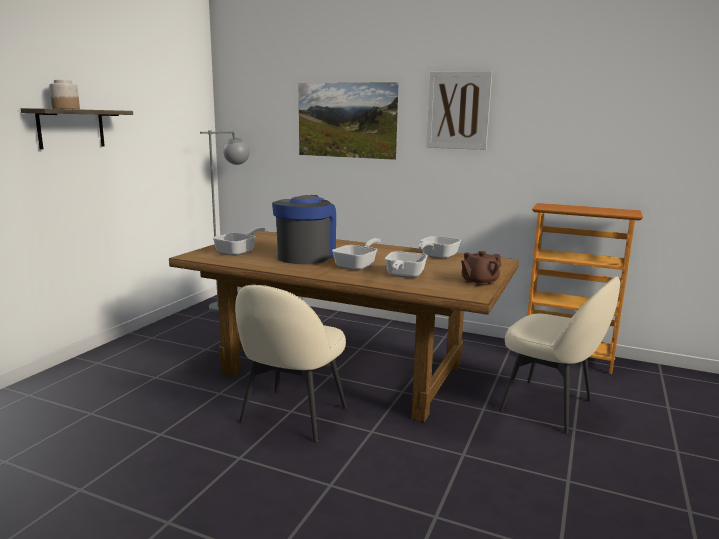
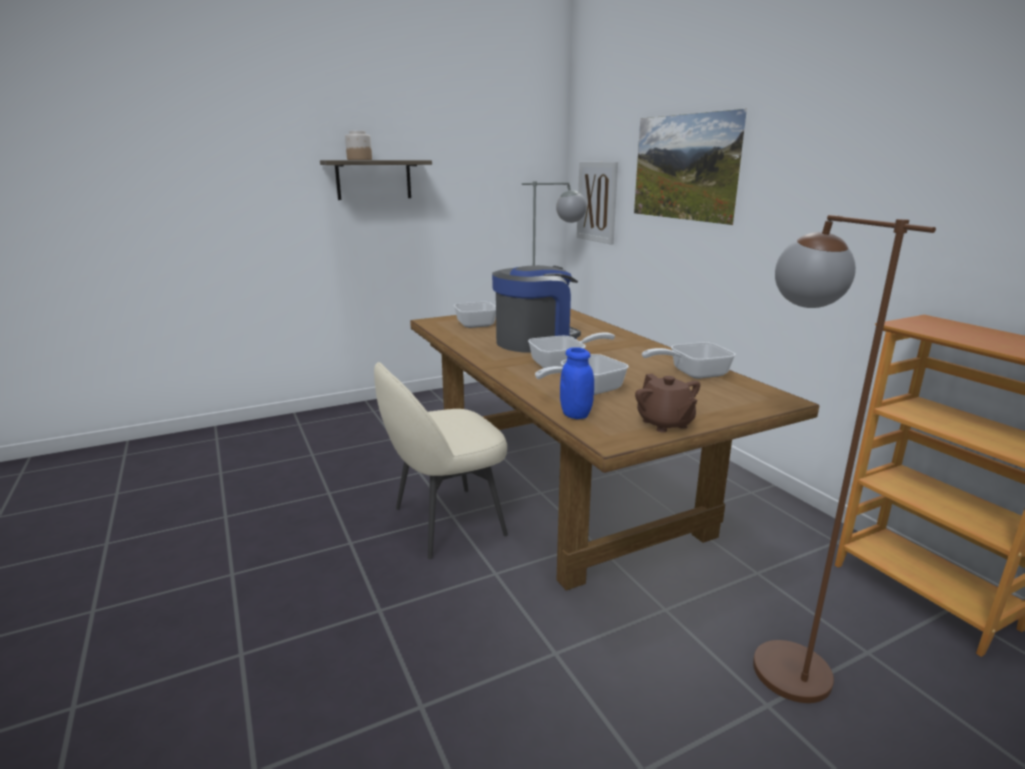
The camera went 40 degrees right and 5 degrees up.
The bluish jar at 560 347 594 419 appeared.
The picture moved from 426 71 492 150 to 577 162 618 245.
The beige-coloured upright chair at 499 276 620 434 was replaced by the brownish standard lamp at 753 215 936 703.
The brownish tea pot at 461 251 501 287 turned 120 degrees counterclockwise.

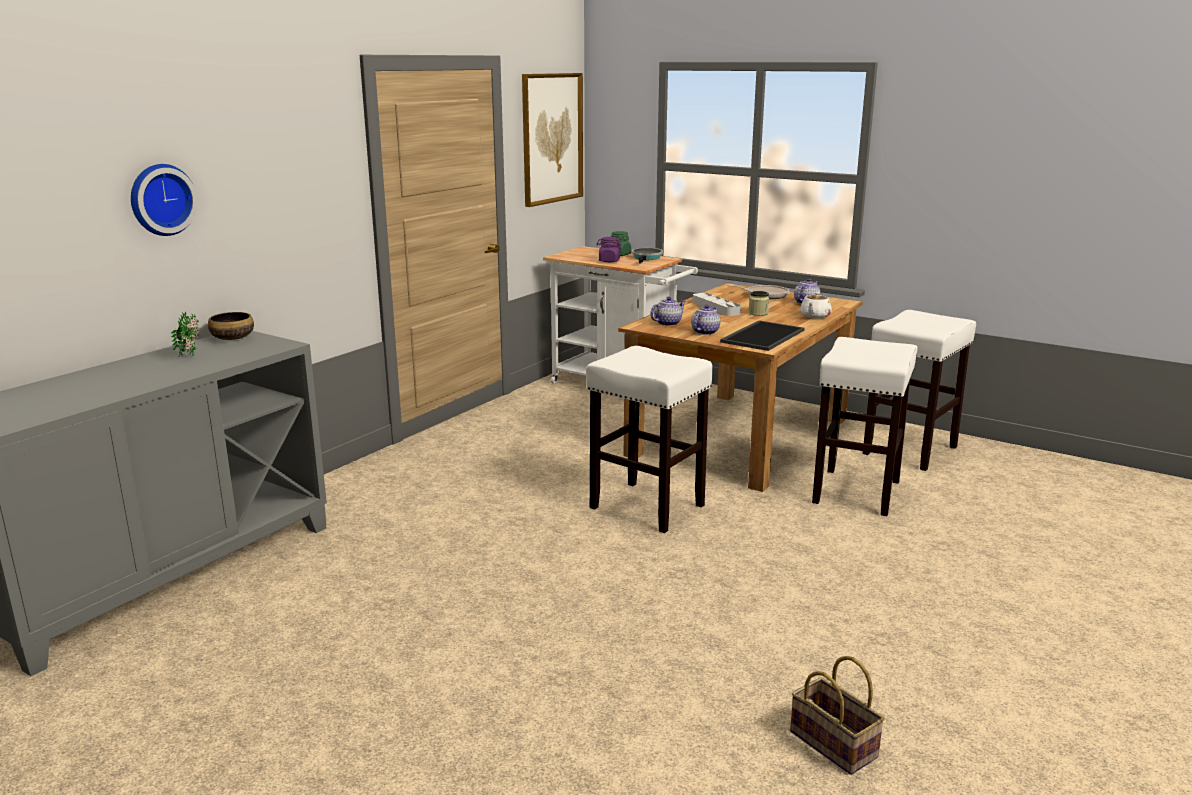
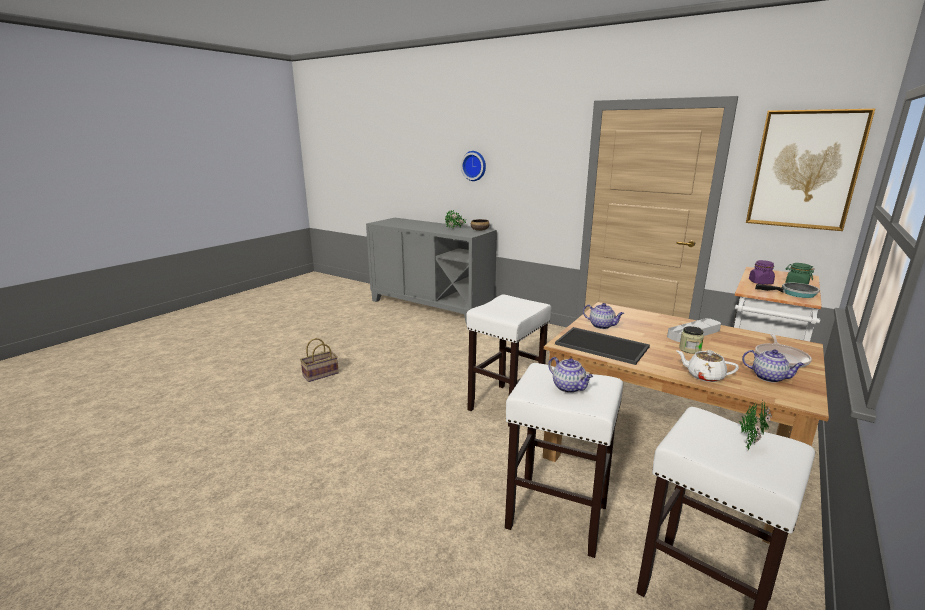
The camera went 90 degrees right and 0 degrees up.
The plant in a pot at 739 400 772 450 appeared.
The tea pot moved from 650 297 686 326 to 548 357 593 393.
The storage basket moved from 790 656 885 775 to 300 338 339 382.

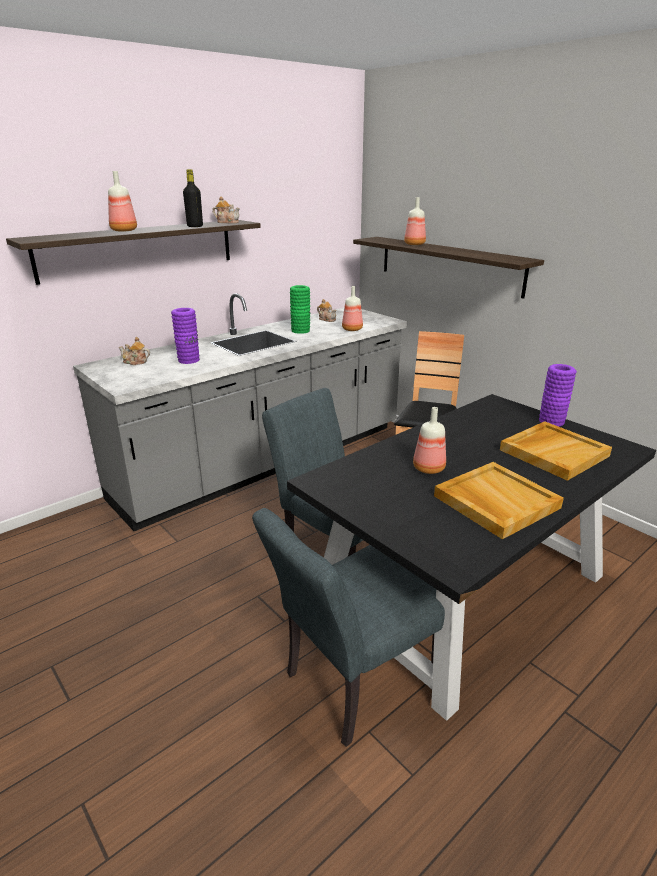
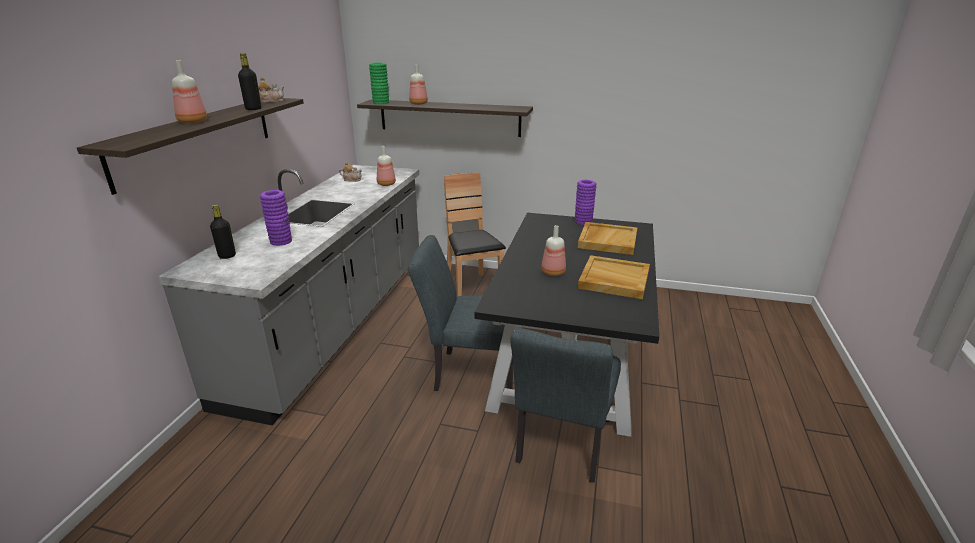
The camera went 35 degrees left and 0 degrees up.
The greenish decorative vase moved from 290 285 310 334 to 369 63 389 104.
The tea pot at 119 337 150 365 was replaced by the blackish drink bottle at 210 204 236 259.

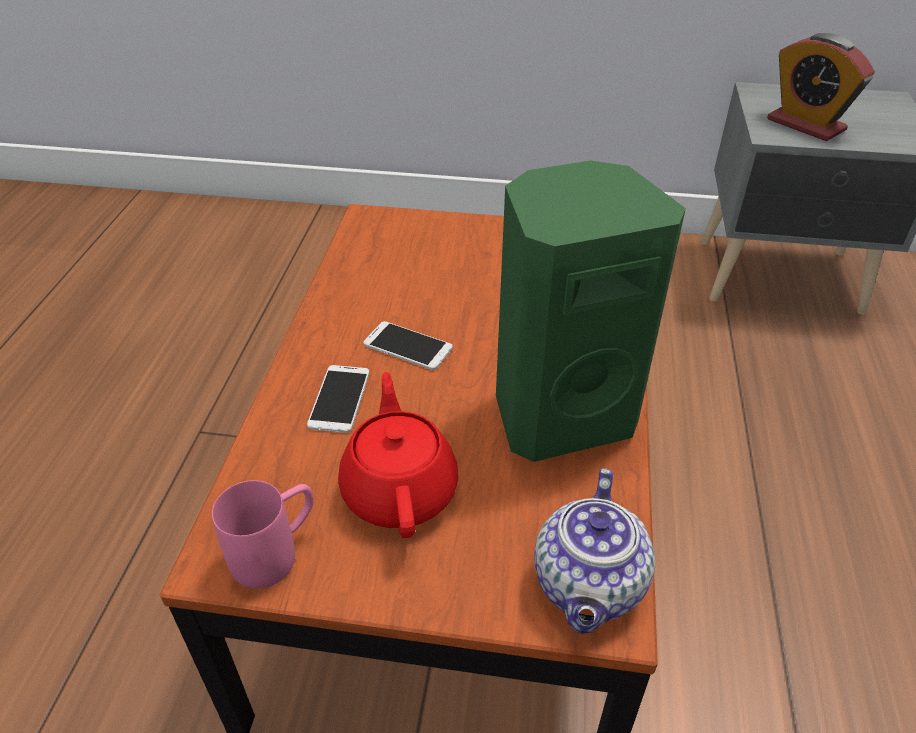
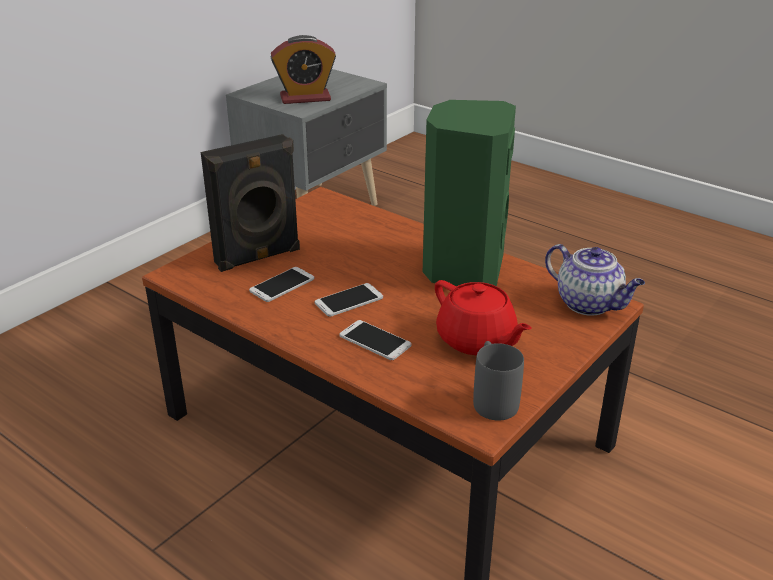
The camera went 60 degrees left and 10 degrees down.
The blackish audio speaker at 201 134 300 272 appeared.
The phone at 249 267 315 302 appeared.
The pink-coloured coffee mug at 212 480 314 589 became the gray coffee mug at 473 341 524 421.
The red-coloured tea pot at 338 372 458 538 turned 150 degrees counterclockwise.

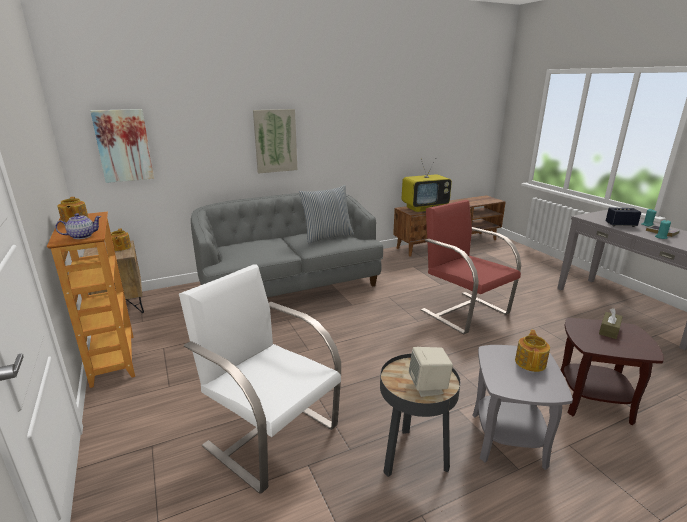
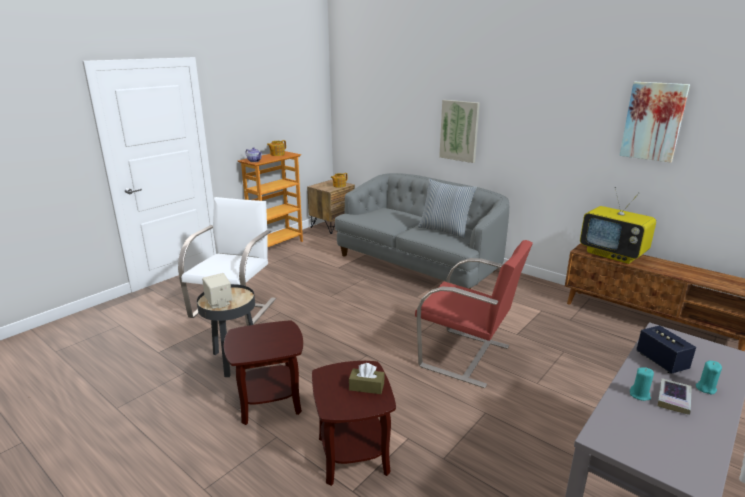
The camera went 65 degrees right and 0 degrees up.
The tea pot at 515 330 550 372 disappeared.
The picture moved from 90 109 154 183 to 619 82 690 163.
The gray end table at 472 345 573 470 became the brownish end table at 224 320 303 425.
The red-coloured easy chair at 421 200 521 334 turned 90 degrees clockwise.

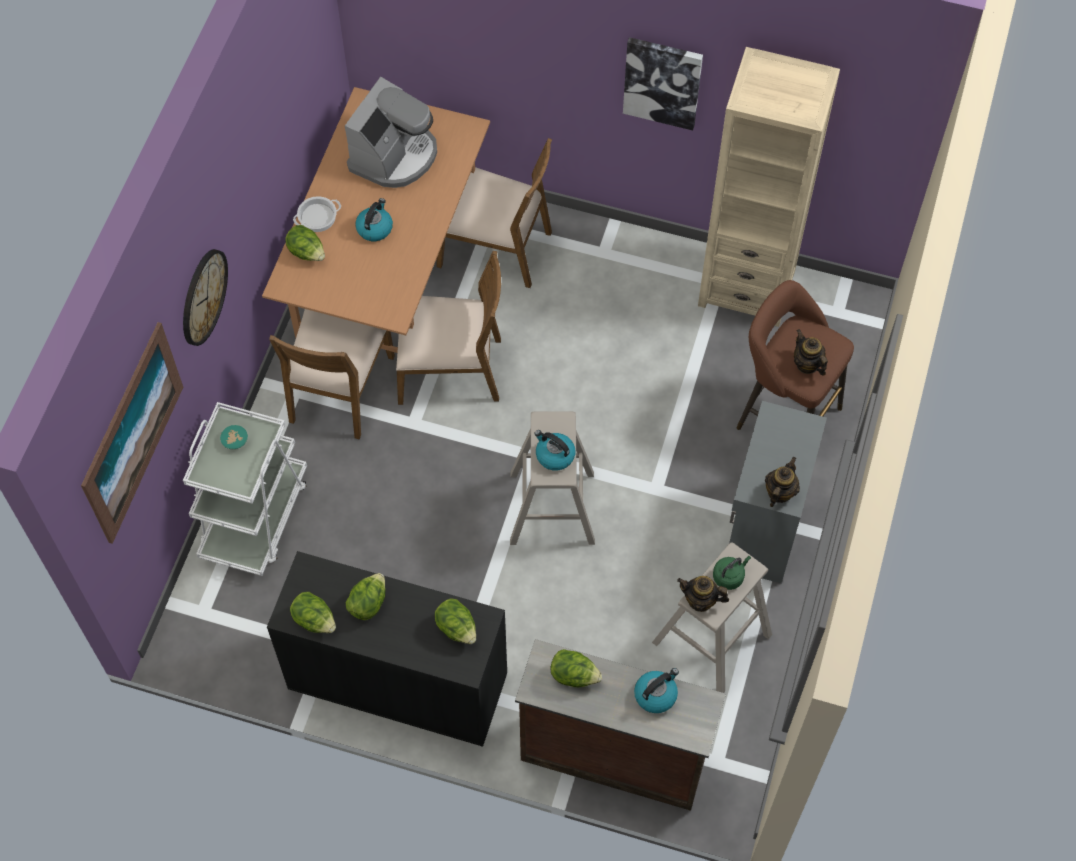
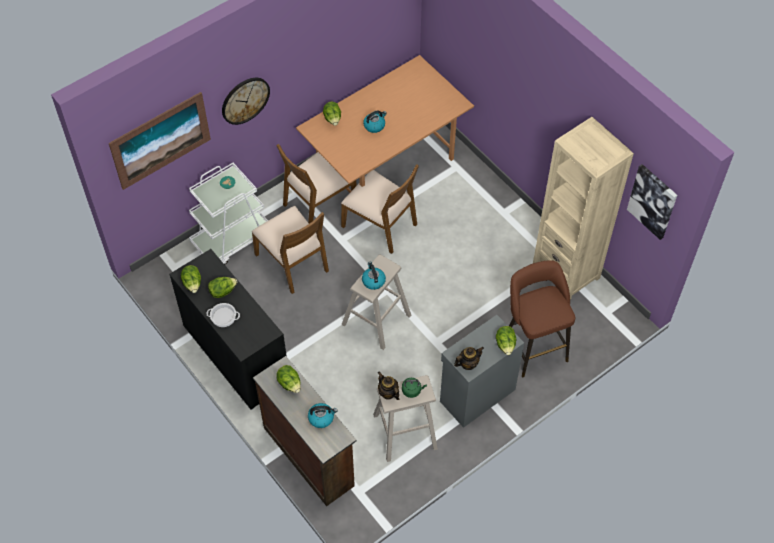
The camera went 35 degrees right and 5 degrees down.
The coffee machine at 345 77 437 188 disappeared.
The tea pot at 794 329 828 376 disappeared.
The saucepot moved from 293 196 341 232 to 207 303 240 327.
The lettuce head moved from 435 599 476 644 to 496 326 517 355.
The brownish upright chair moved from 436 138 552 288 to 252 206 329 294.
The picture moved from 623 37 703 130 to 627 164 677 240.

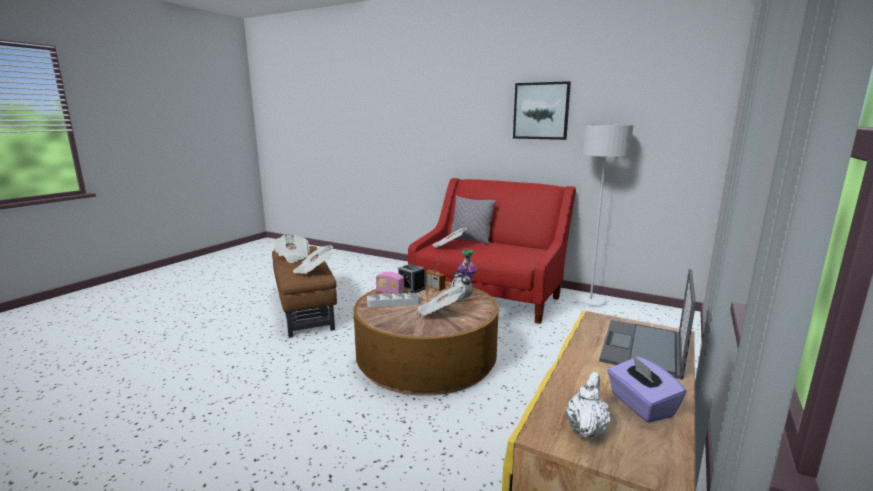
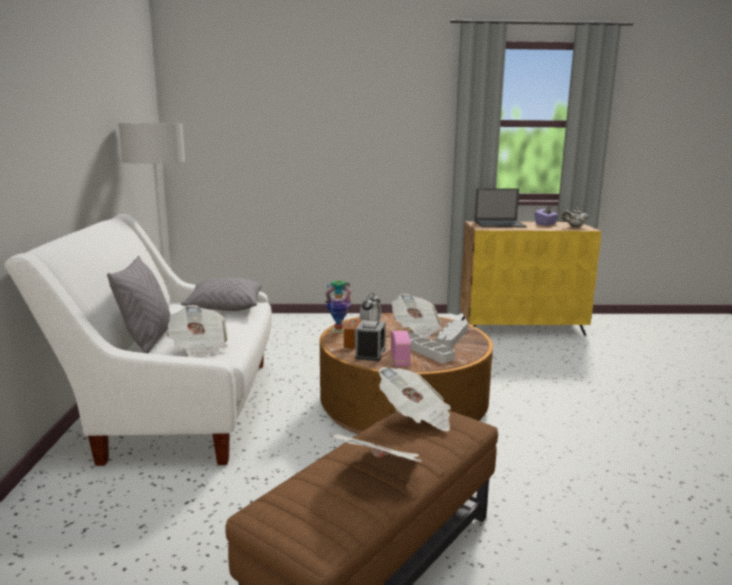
The camera went 120 degrees left and 0 degrees up.
The picture at 513 81 571 140 disappeared.
The gray throw pillow at 181 278 262 311 appeared.
The gray serving tray at 435 320 468 348 appeared.
The red-coloured settee at 408 178 576 324 became the white settee at 4 214 272 466.

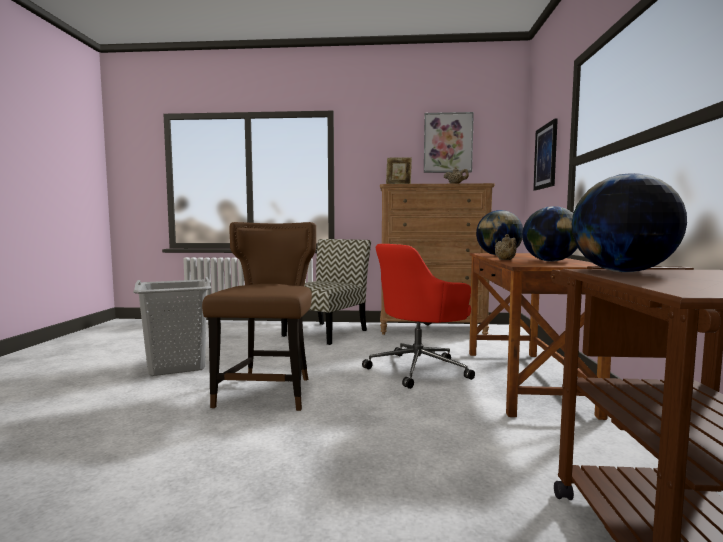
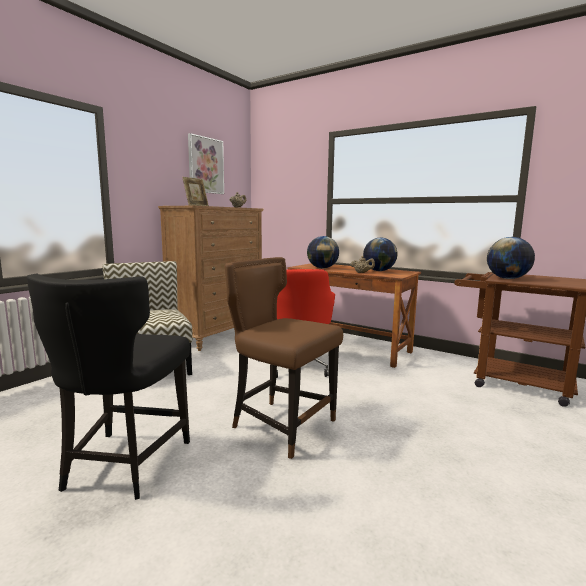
The camera went 60 degrees left and 5 degrees up.
The picture at 533 119 558 190 disappeared.
The gray hamper at 133 277 211 376 was replaced by the blackish upright chair at 27 273 190 500.

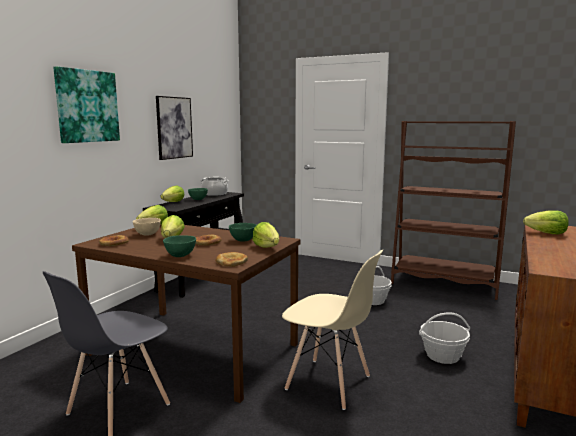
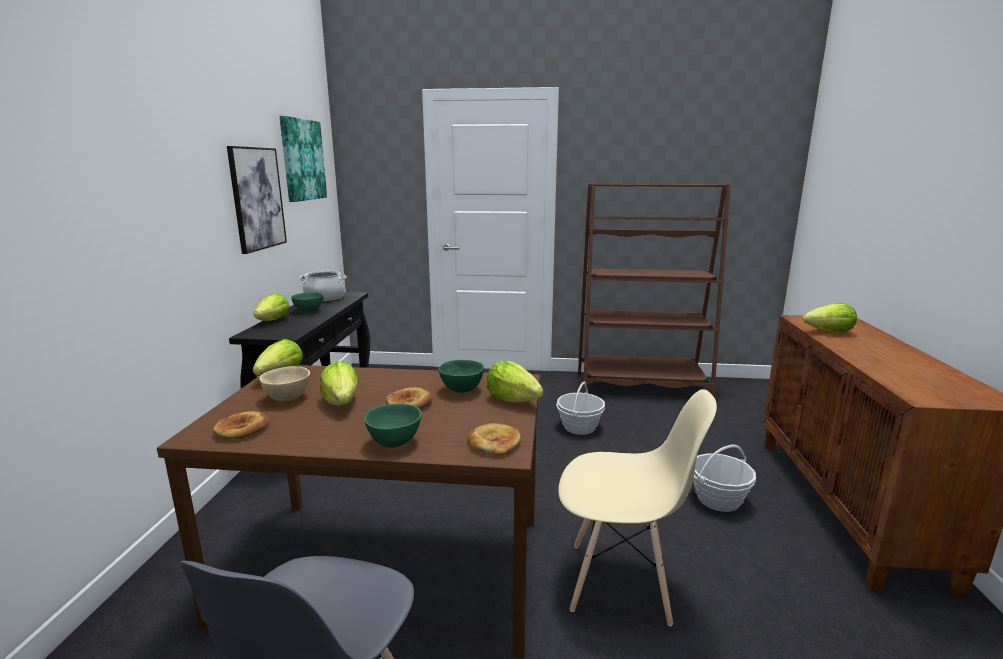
The camera went 20 degrees left and 5 degrees up.
The picture moved from 53 66 120 143 to 280 116 327 202.

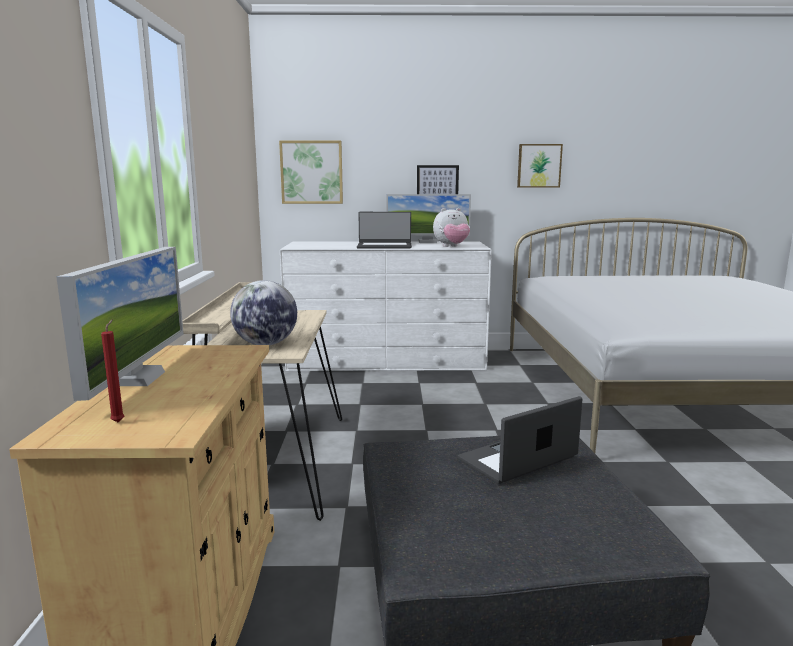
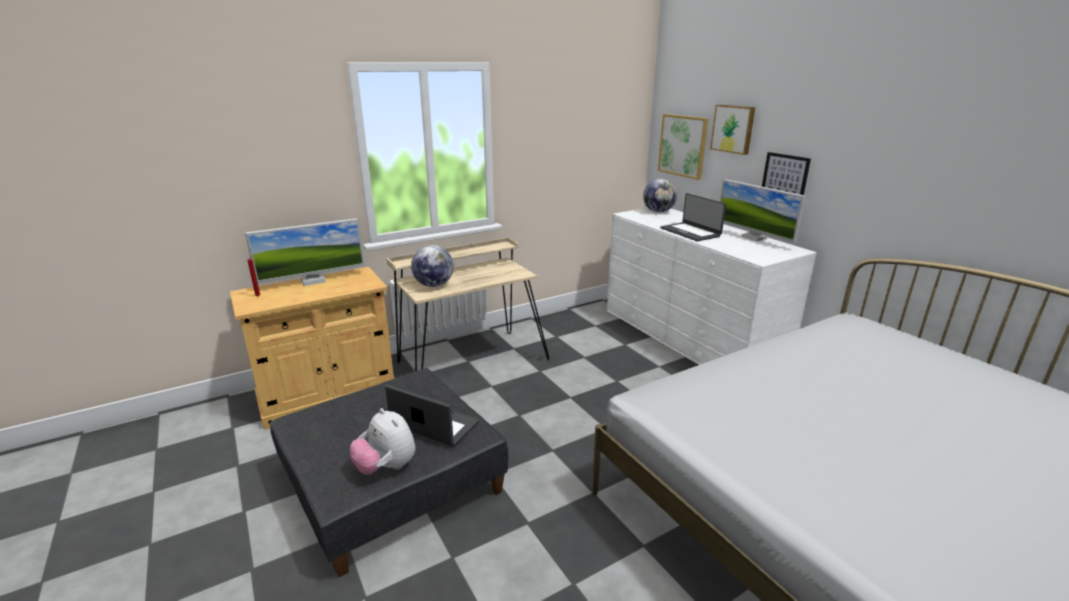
The camera went 60 degrees right and 10 degrees up.
The globe at 643 179 677 213 appeared.
The plush toy moved from 433 208 470 247 to 350 408 416 475.
The picture moved from 517 144 563 187 to 710 105 755 155.

